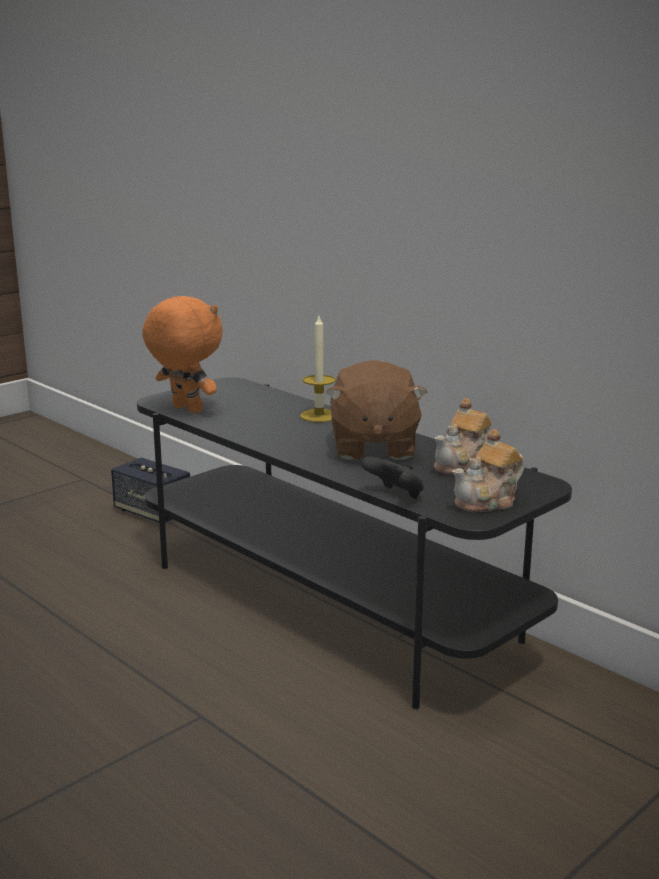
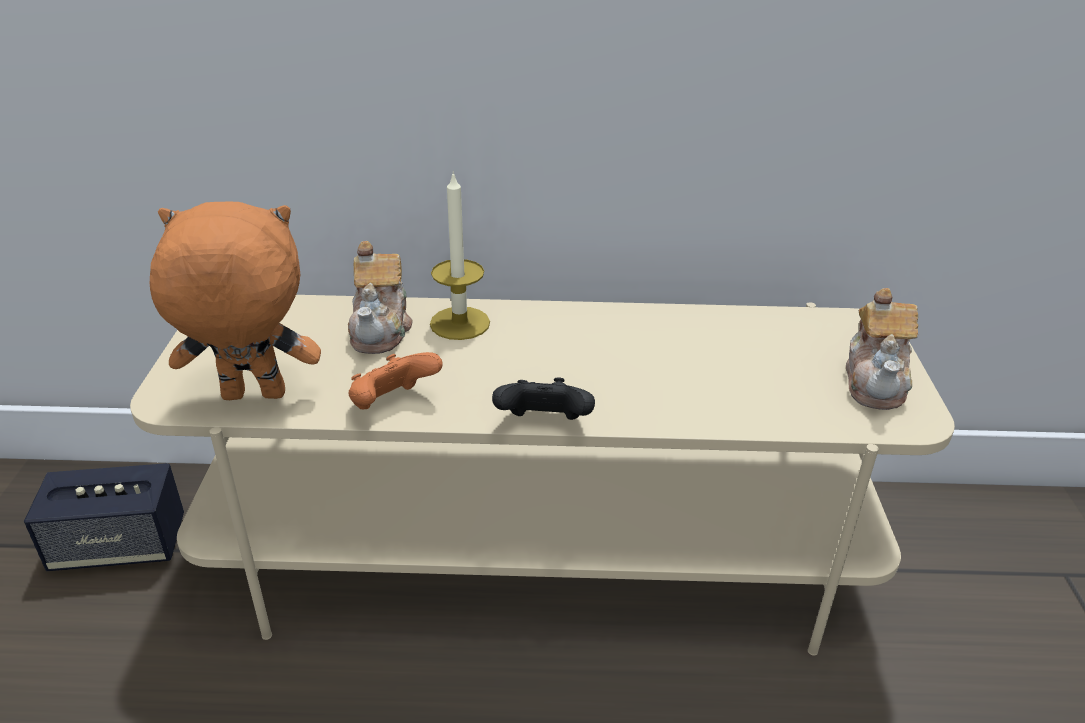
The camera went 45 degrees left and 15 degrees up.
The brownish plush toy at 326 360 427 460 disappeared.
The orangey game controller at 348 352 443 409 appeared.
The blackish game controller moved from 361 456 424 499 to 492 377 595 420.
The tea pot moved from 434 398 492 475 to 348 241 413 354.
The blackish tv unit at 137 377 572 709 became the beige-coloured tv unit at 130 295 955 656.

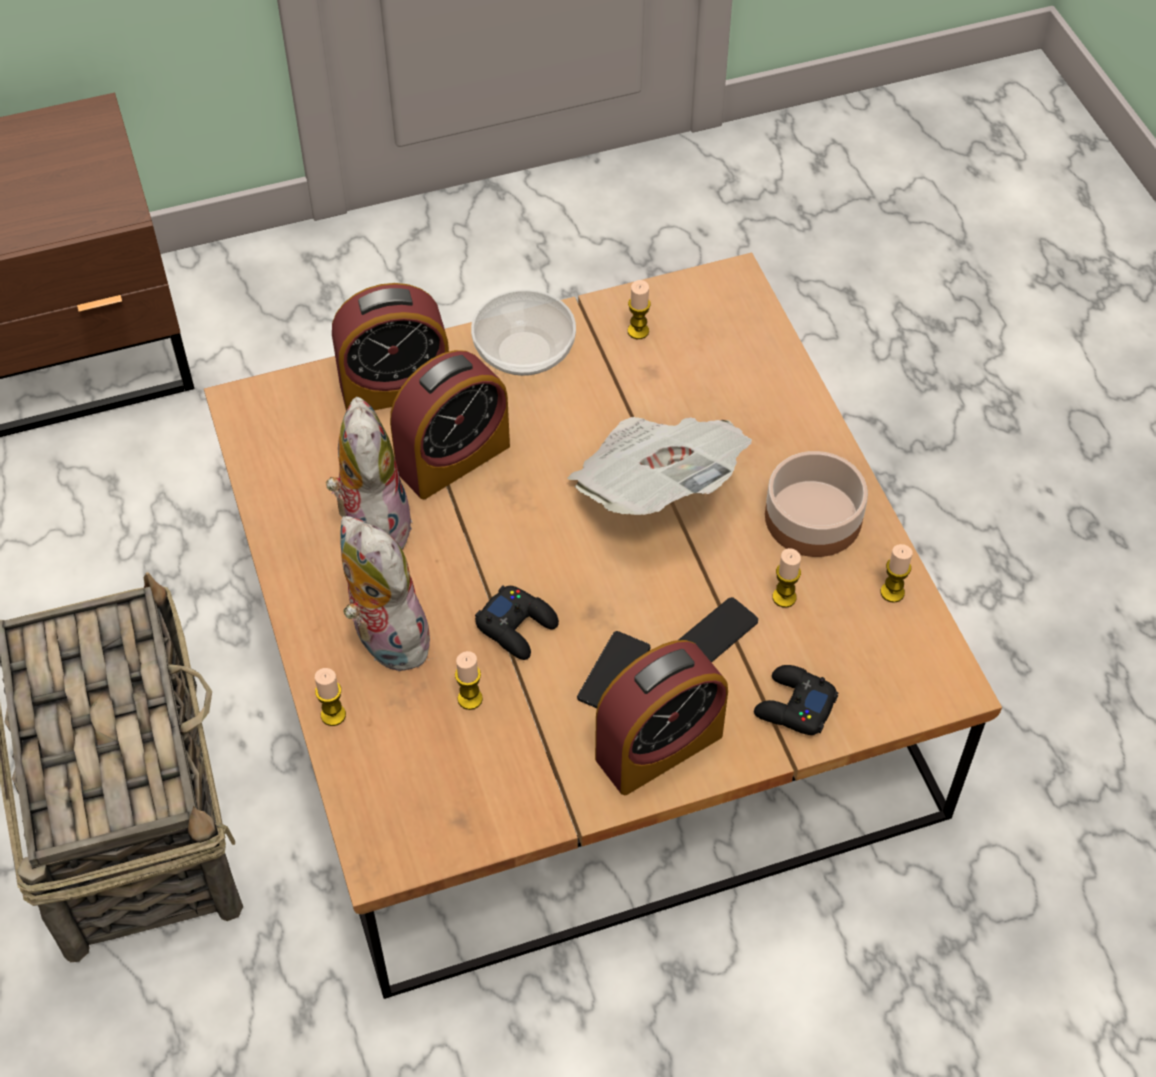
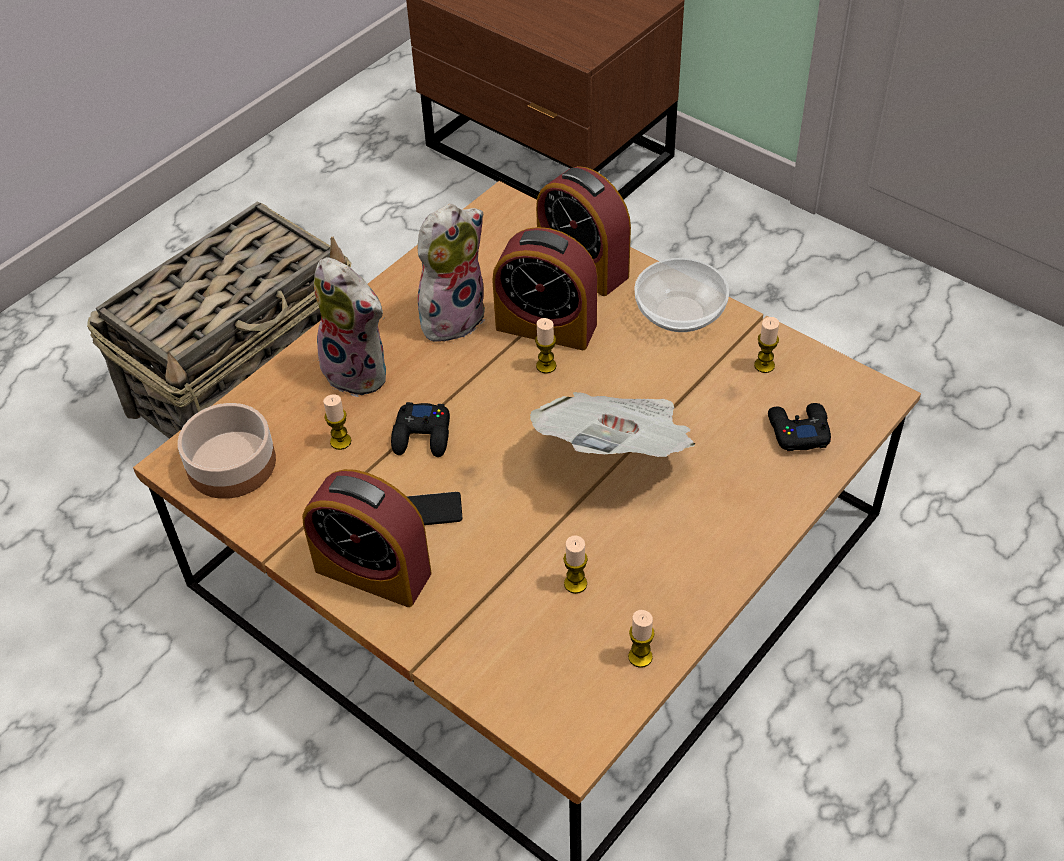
The camera went 60 degrees right and 5 degrees down.
The phone at 679 597 758 663 disappeared.
The wax candle moved from 315 668 346 726 to 535 318 556 374.
The blackish game controller moved from 754 665 839 735 to 768 403 831 451.
The deep dish moved from 765 451 868 557 to 178 403 276 499.
The plush toy at 340 516 435 671 turned 105 degrees clockwise.

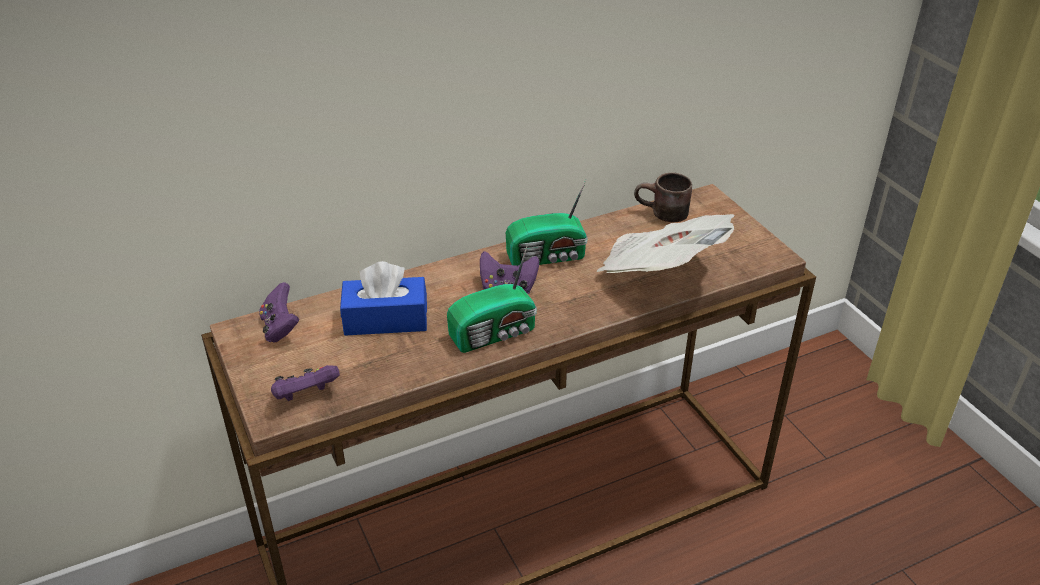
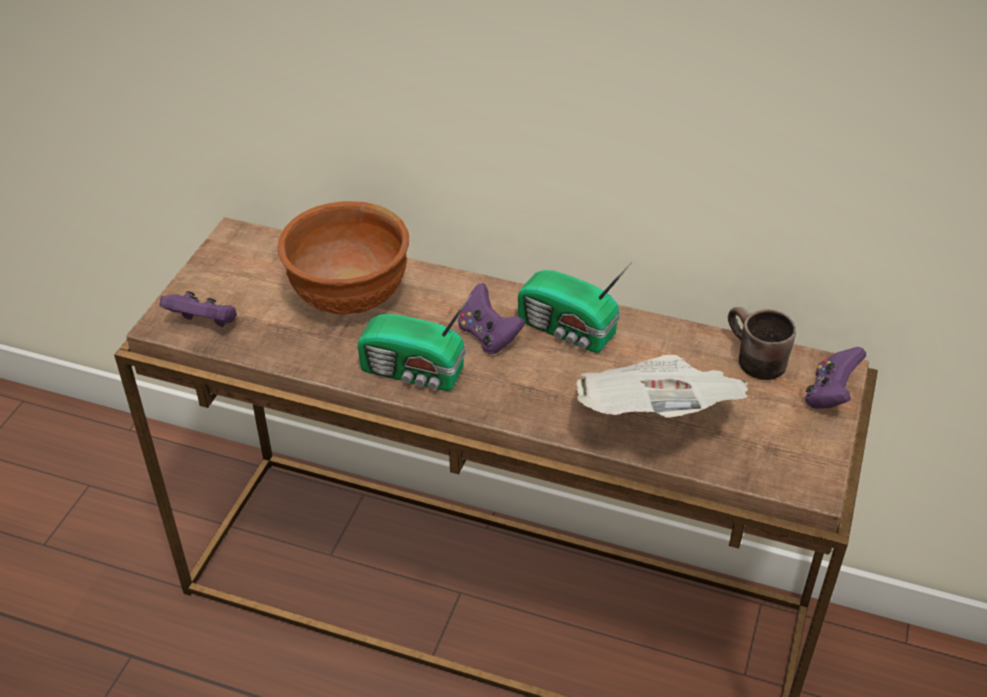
The camera went 45 degrees right and 5 degrees up.
The purple-coloured game controller moved from 259 282 299 343 to 805 347 866 409.
The bluish box of tissues at 340 261 427 336 was replaced by the brownish deep dish at 277 201 409 315.

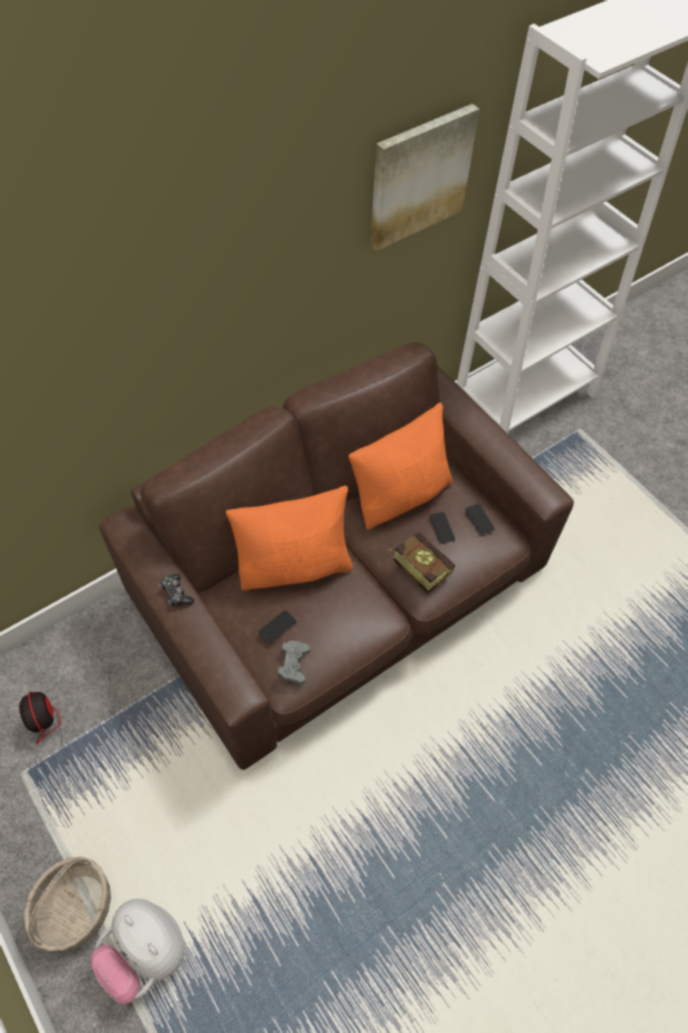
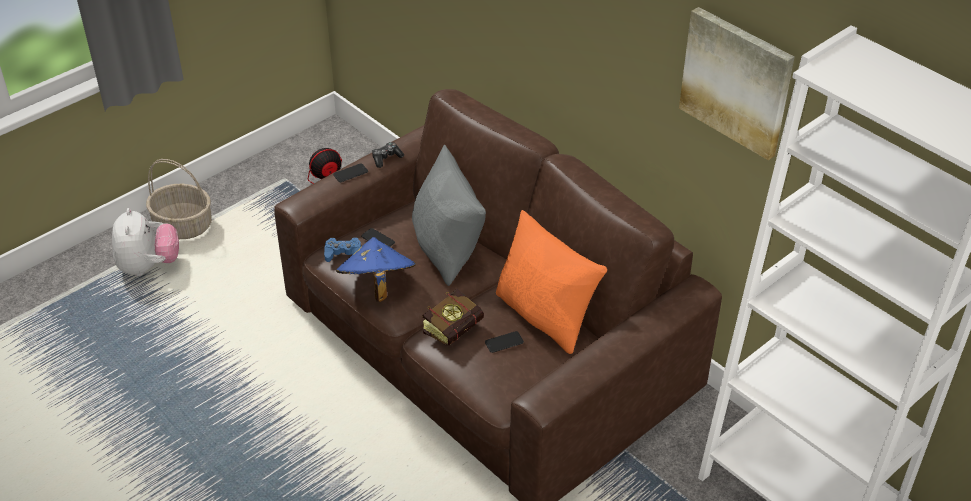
The camera went 85 degrees right and 15 degrees down.
The bluish hat at 336 237 416 302 appeared.
The phone moved from 465 504 495 535 to 333 163 368 182.
The orangey throw pillow at 226 486 353 591 became the gray throw pillow at 412 145 486 286.
The gray game controller at 278 641 310 684 became the bluish game controller at 324 238 361 262.
The plush toy at 90 899 185 1005 turned 135 degrees clockwise.

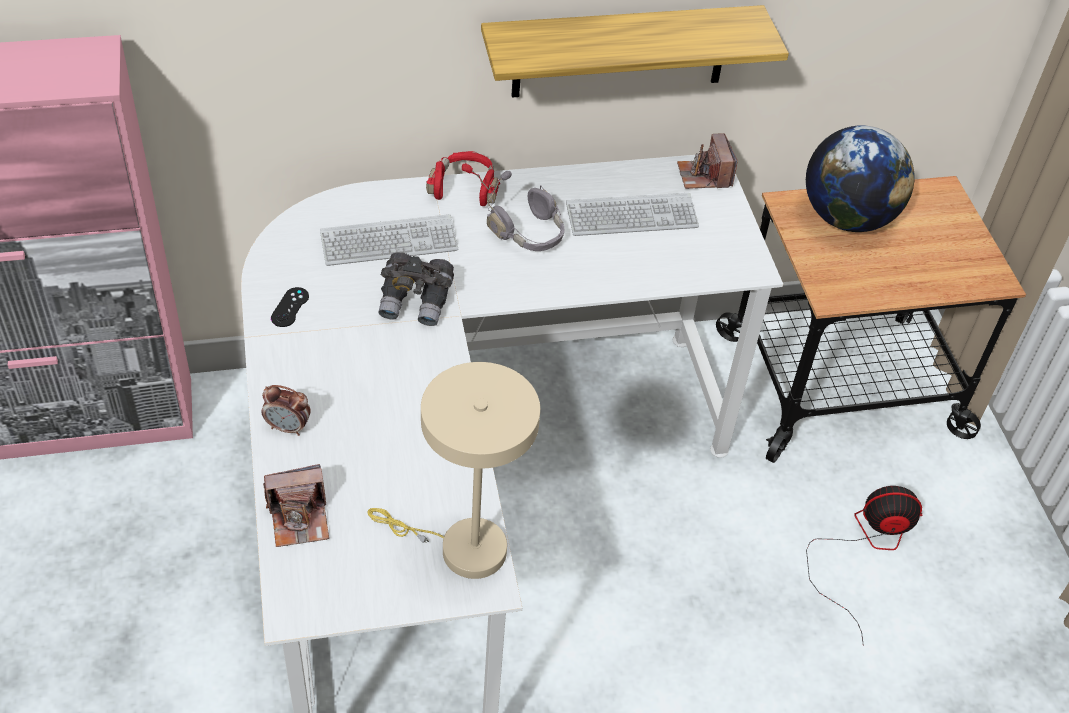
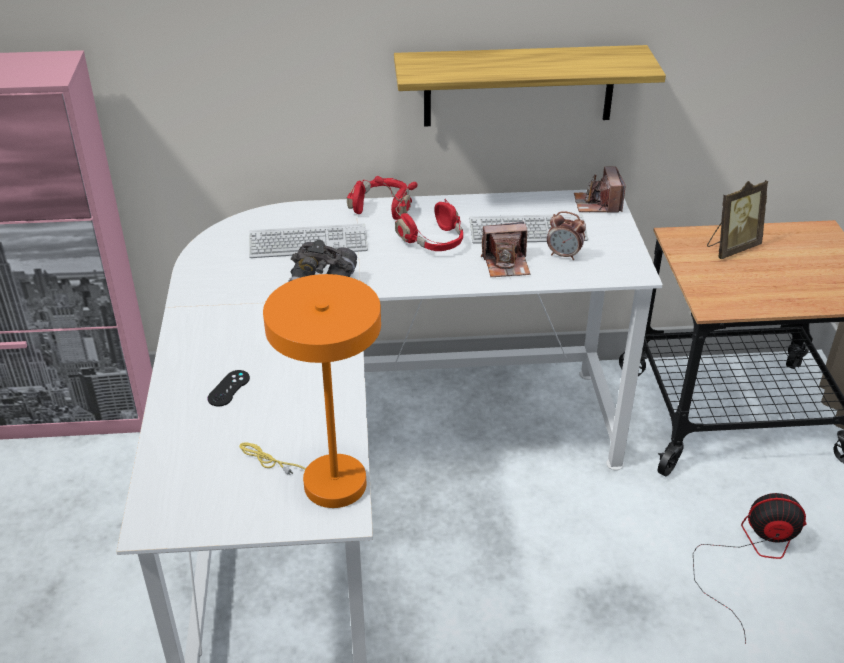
The camera went 10 degrees right and 10 degrees down.
The alarm clock moved from 261 385 311 436 to 547 211 586 260.
The still camera moved from 263 464 329 547 to 481 222 530 277.
The blackish game controller moved from 271 287 309 327 to 207 370 250 406.
The globe at 806 125 915 232 was replaced by the photo frame at 707 180 768 259.
The beige-coloured table lamp at 368 362 540 579 became the orangey table lamp at 239 274 381 508.
The gray pair of headphones at 487 171 565 251 became the red-coloured pair of headphones at 395 182 463 251.

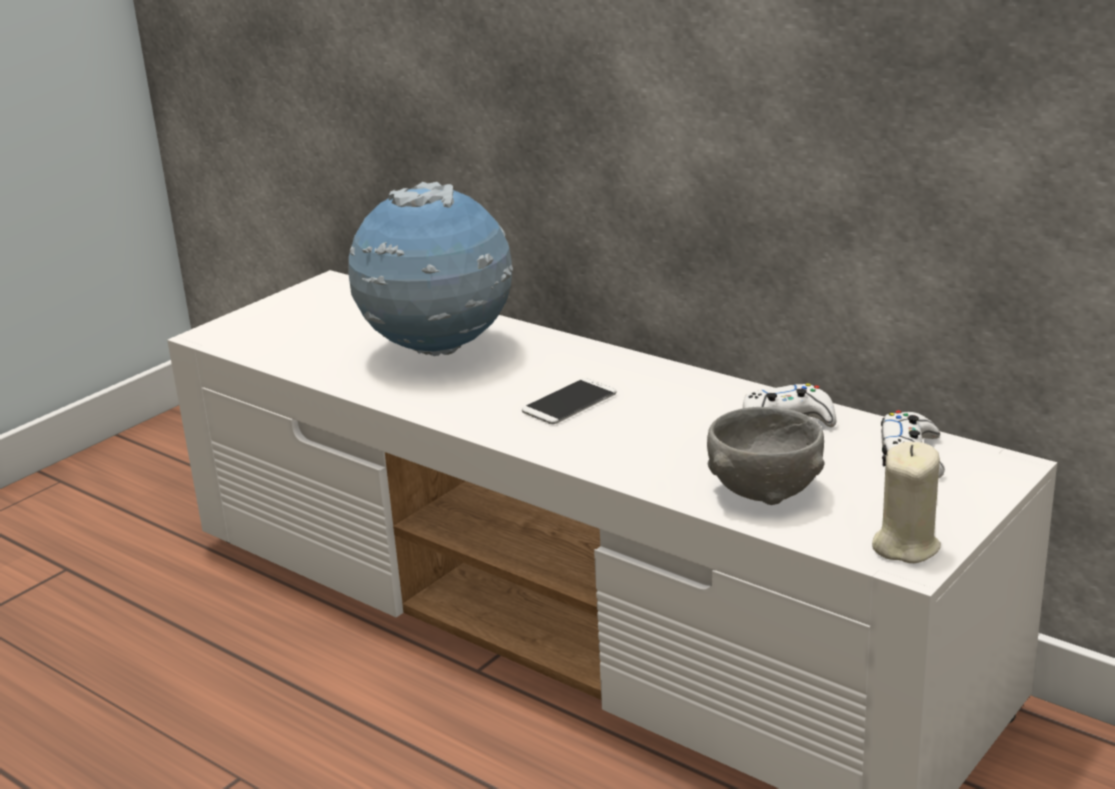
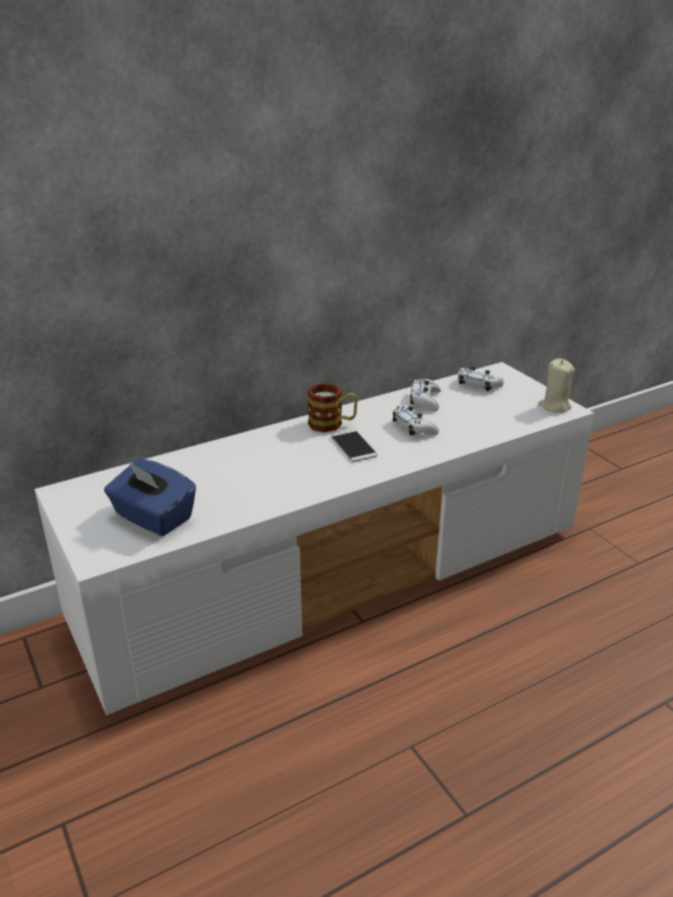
The camera went 70 degrees left and 5 degrees up.
The globe at 349 182 513 356 disappeared.
The gray deep dish at 707 407 825 505 disappeared.
The bluish box of tissues at 104 459 196 536 appeared.
The coffee mug at 307 383 358 432 appeared.
The white game controller at 393 405 439 436 appeared.

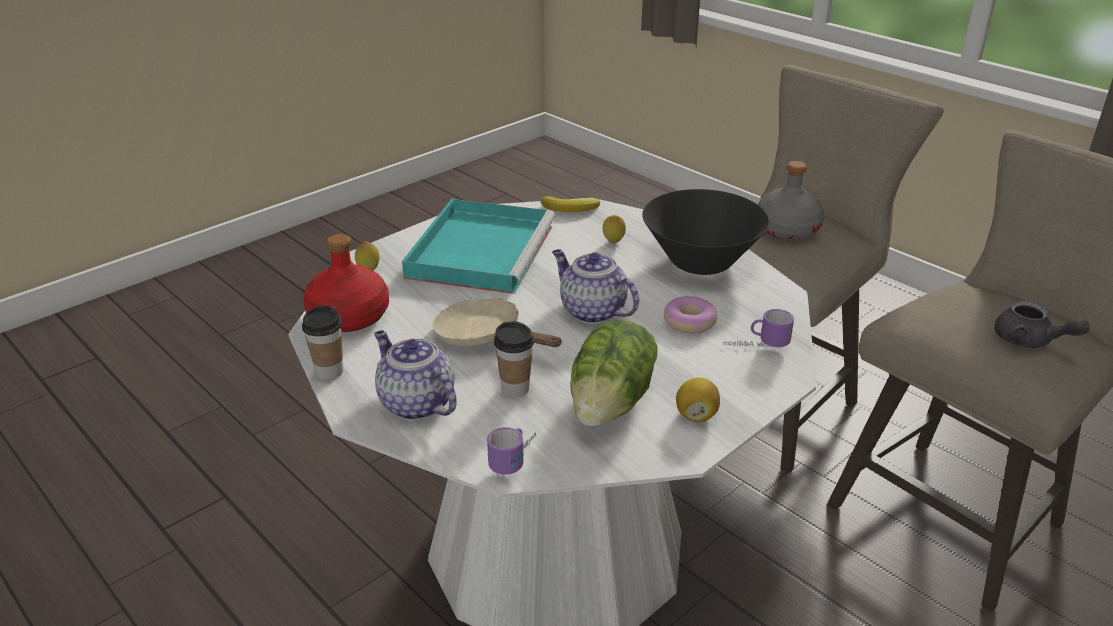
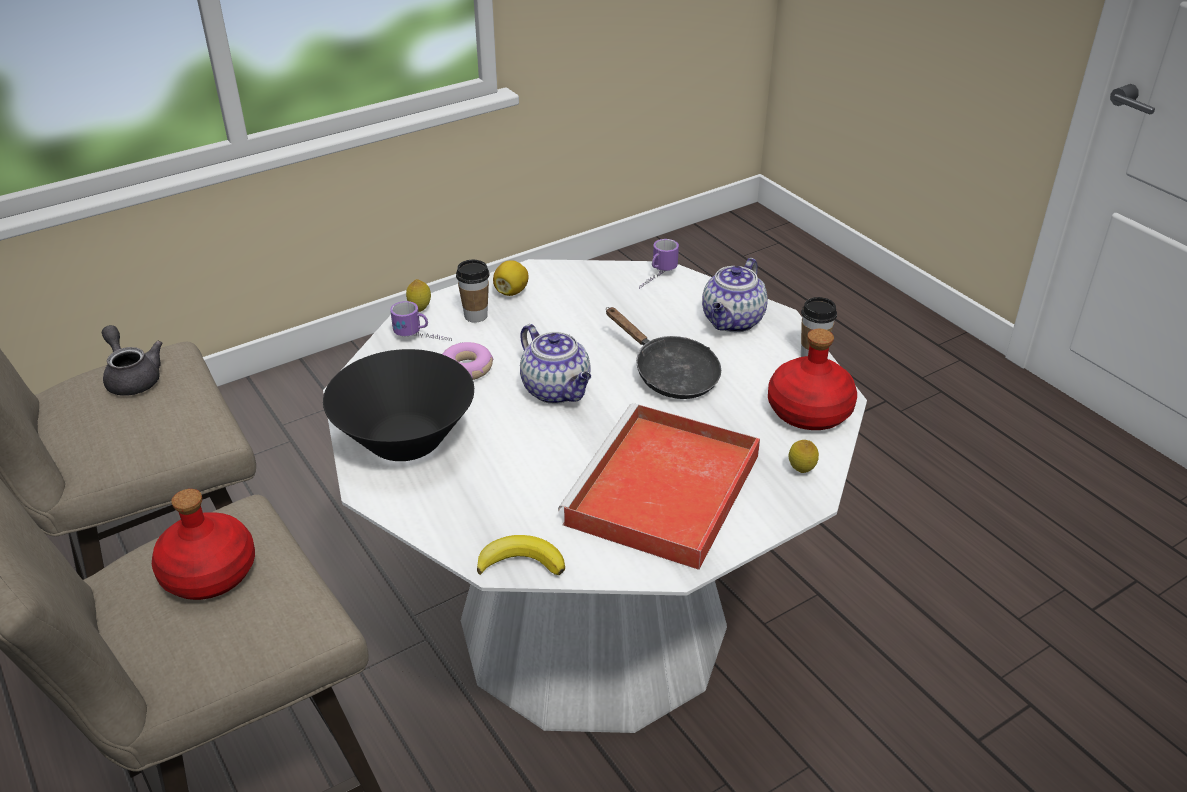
The camera went 170 degrees left and 5 degrees up.
The lettuce head at 571 319 657 426 disappeared.
The drinking cup moved from 494 321 534 397 to 456 260 490 323.
The whole lemon moved from 603 215 626 243 to 406 279 431 312.
The blue-green serving tray at 402 199 555 294 became the red-coloured serving tray at 558 403 760 570.
The beige-coloured skillet at 432 298 562 347 became the blackish skillet at 606 307 721 399.
The gray drink bottle at 758 161 824 240 became the red-coloured drink bottle at 152 489 255 600.
The tea pot at 374 330 457 420 turned 60 degrees clockwise.

